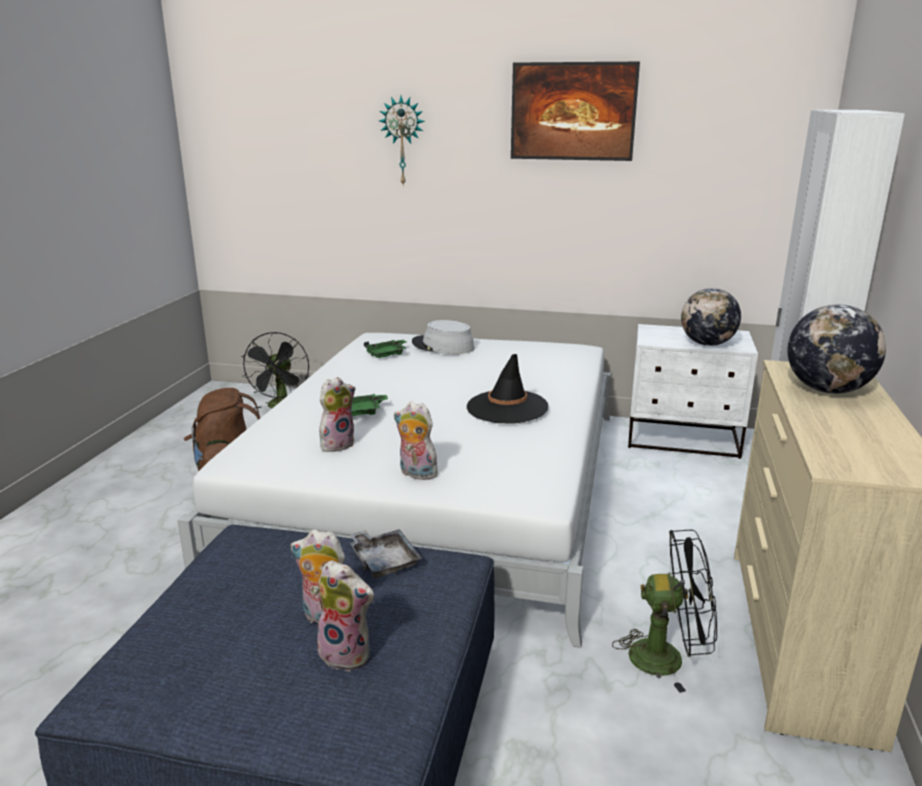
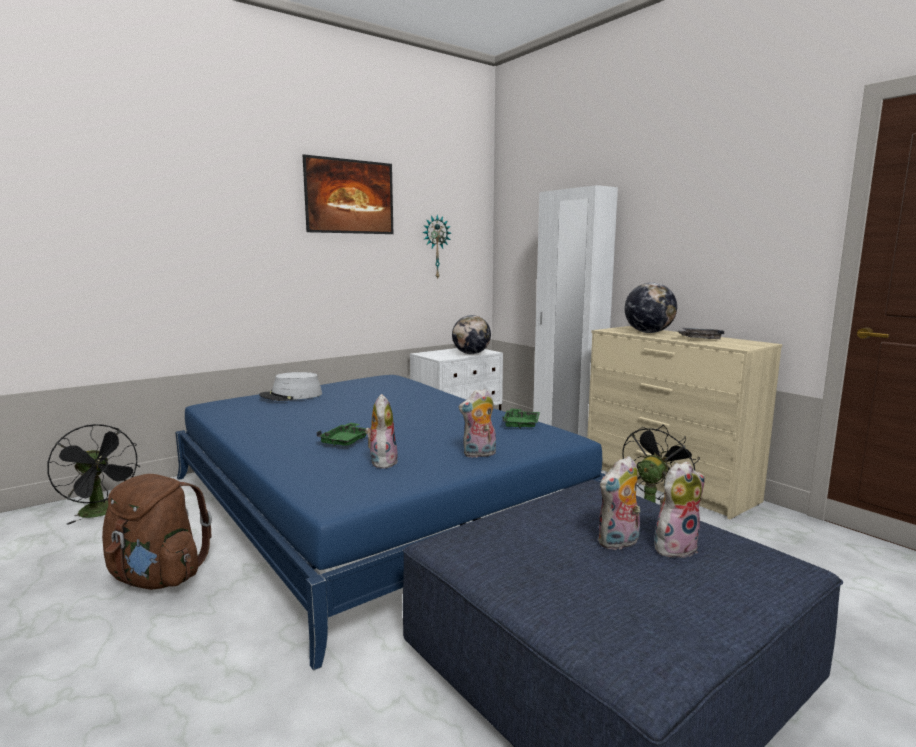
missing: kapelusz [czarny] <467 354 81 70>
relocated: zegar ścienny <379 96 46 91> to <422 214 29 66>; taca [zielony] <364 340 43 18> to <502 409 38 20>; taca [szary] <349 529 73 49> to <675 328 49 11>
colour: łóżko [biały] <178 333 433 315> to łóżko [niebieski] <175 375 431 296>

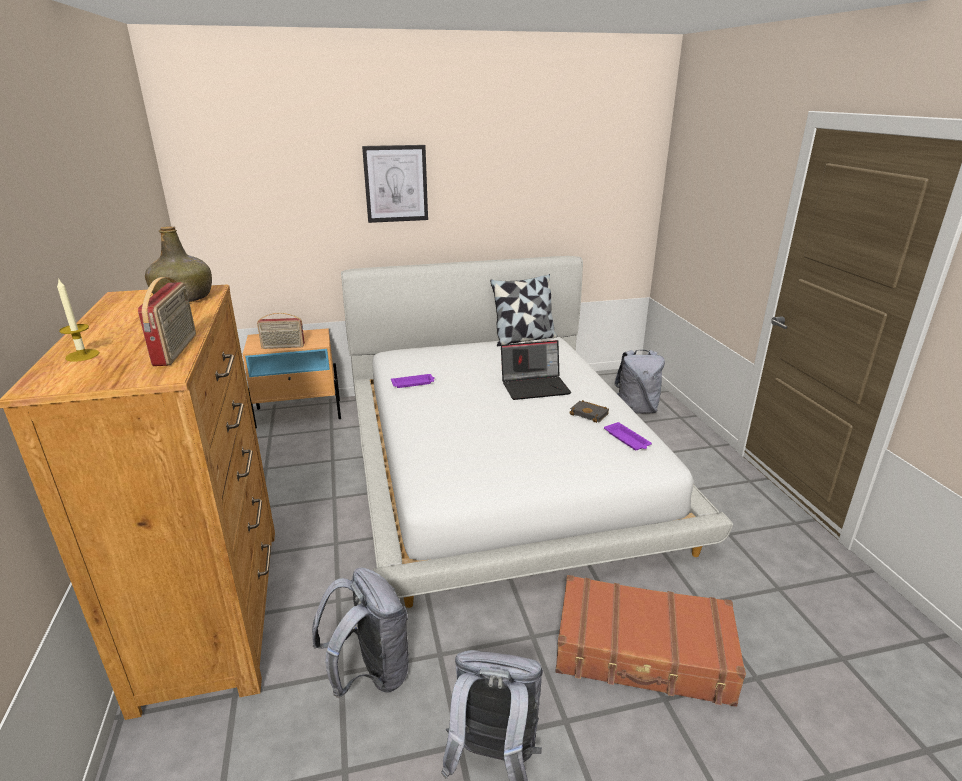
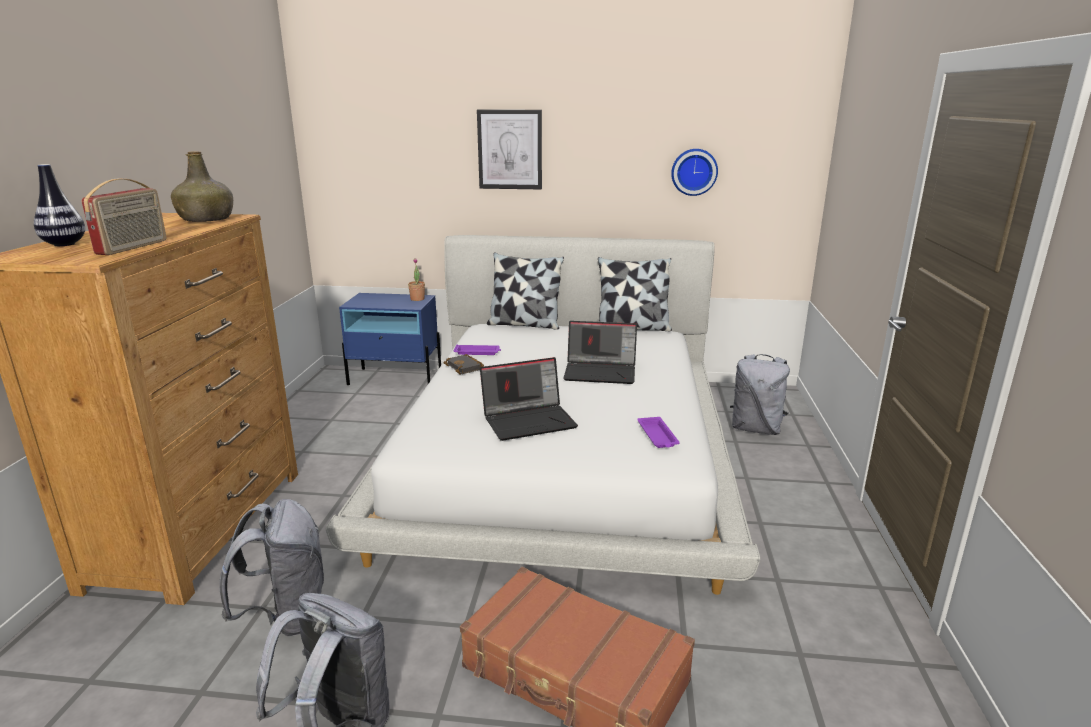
missing: radio <257 313 48 36>
appeared: zegar ścienny <671 149 47 47>; poduszka <487 252 77 78>; roślina doniczkowa <408 258 17 43>; laptop <480 357 98 84>
relocated: książka [czarny] <569 400 40 23> to <443 354 41 20>
exchanged: świeca <57 278 43 84> to wazon <34 164 51 82>
colour: szafka nocna [beżowy] <243 328 98 100> to szafka nocna [niebieski] <339 293 102 92>

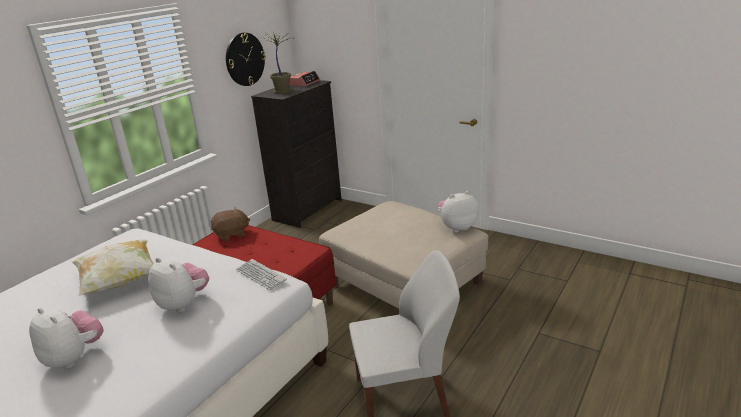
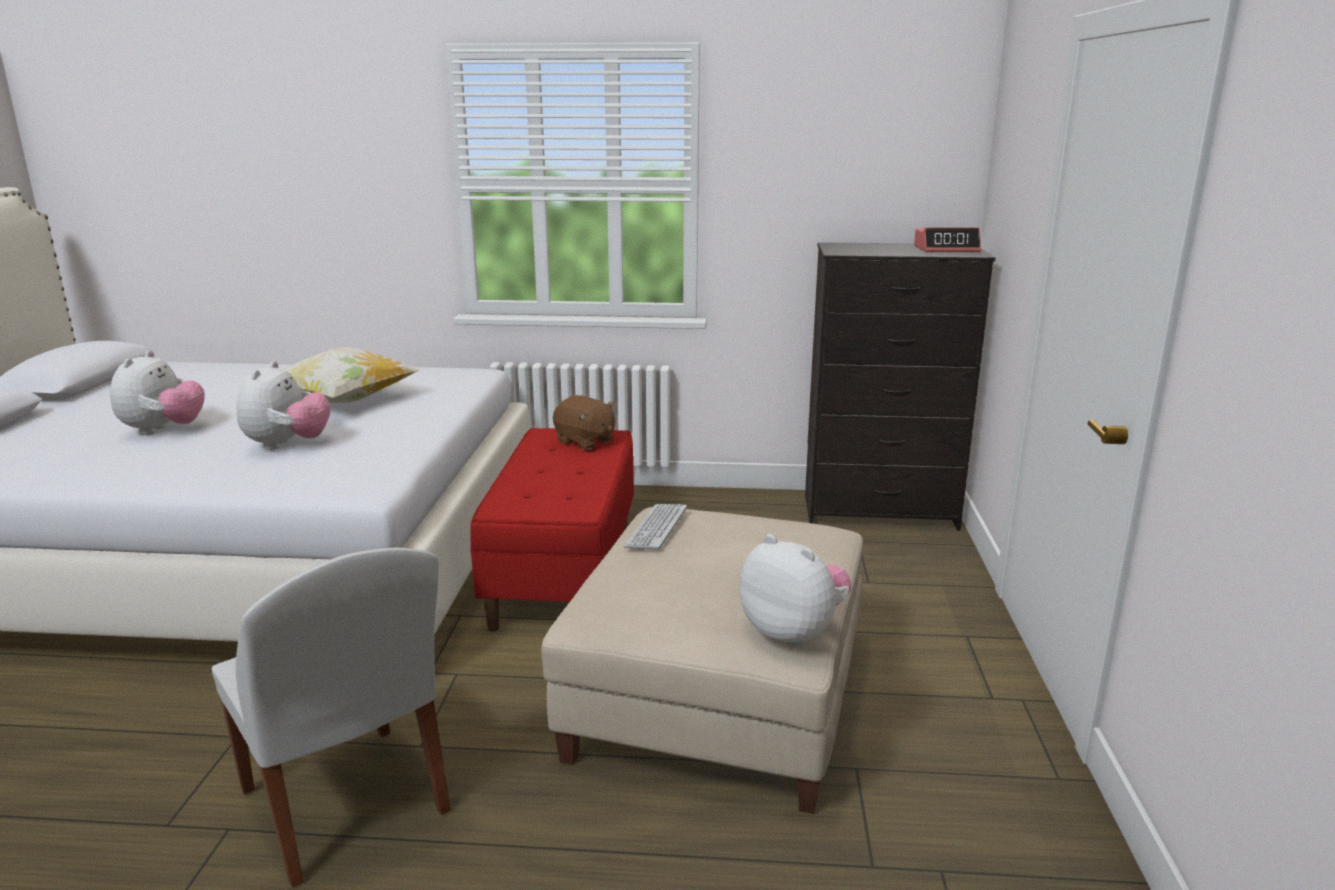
missing: roślina doniczkowa <261 31 31 63>; zegar ścienny <226 33 40 53>
relocated: klawiatura <236 259 51 31> to <623 504 64 46>

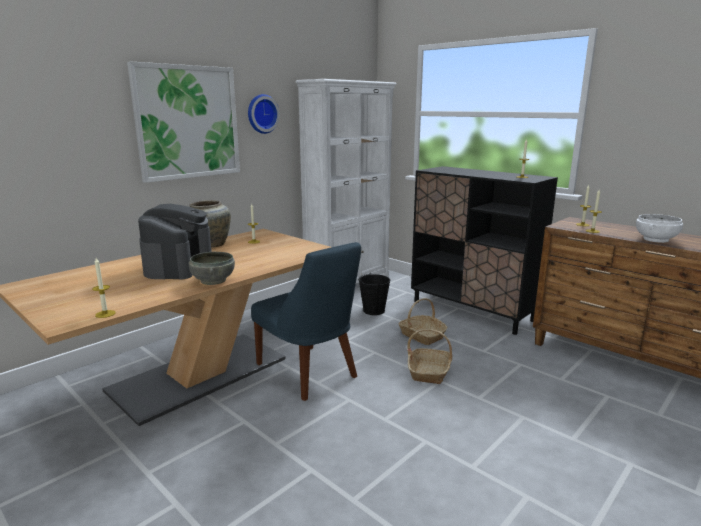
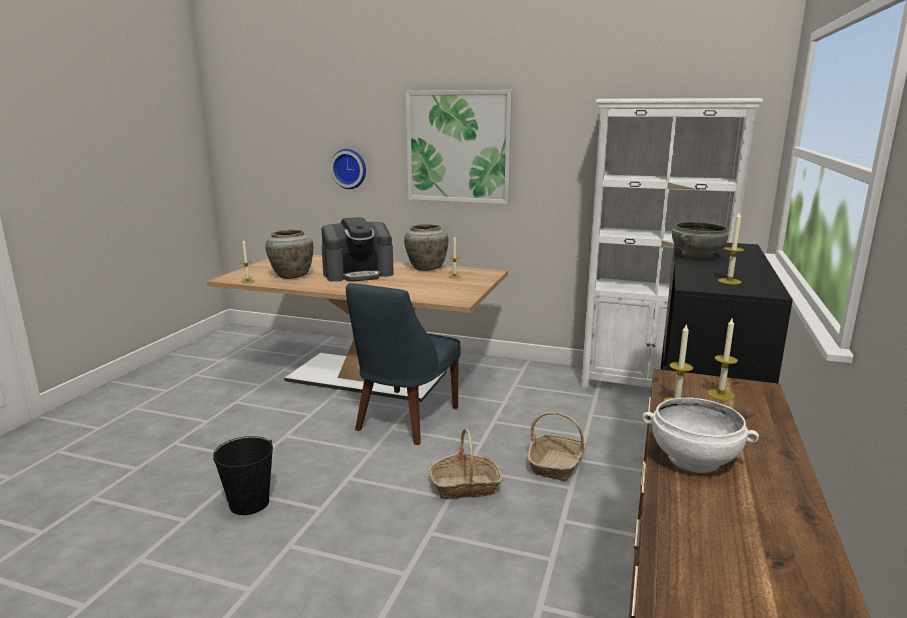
appeared: wazon [beżowy] <265 230 48 49>
relocated: zegar ścienny <248 94 32 40> to <330 149 36 40>; miska [szary] <189 252 46 33> to <672 222 57 37>; wiadro [czarny] <358 274 32 41> to <213 436 60 79>

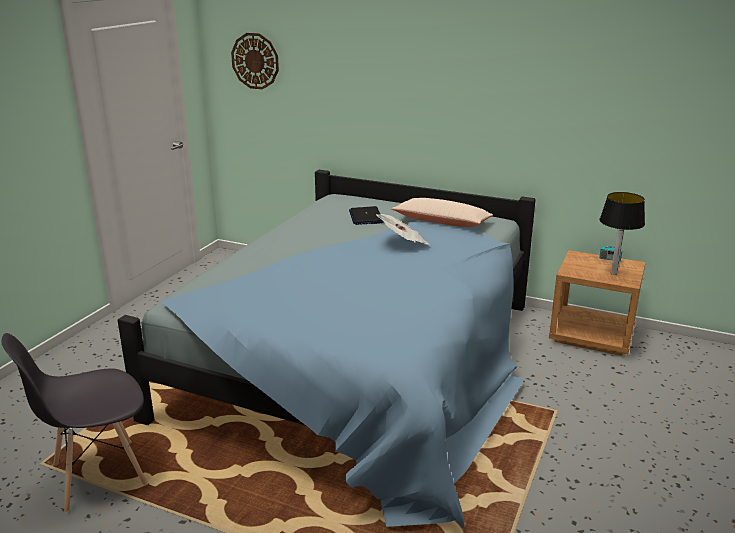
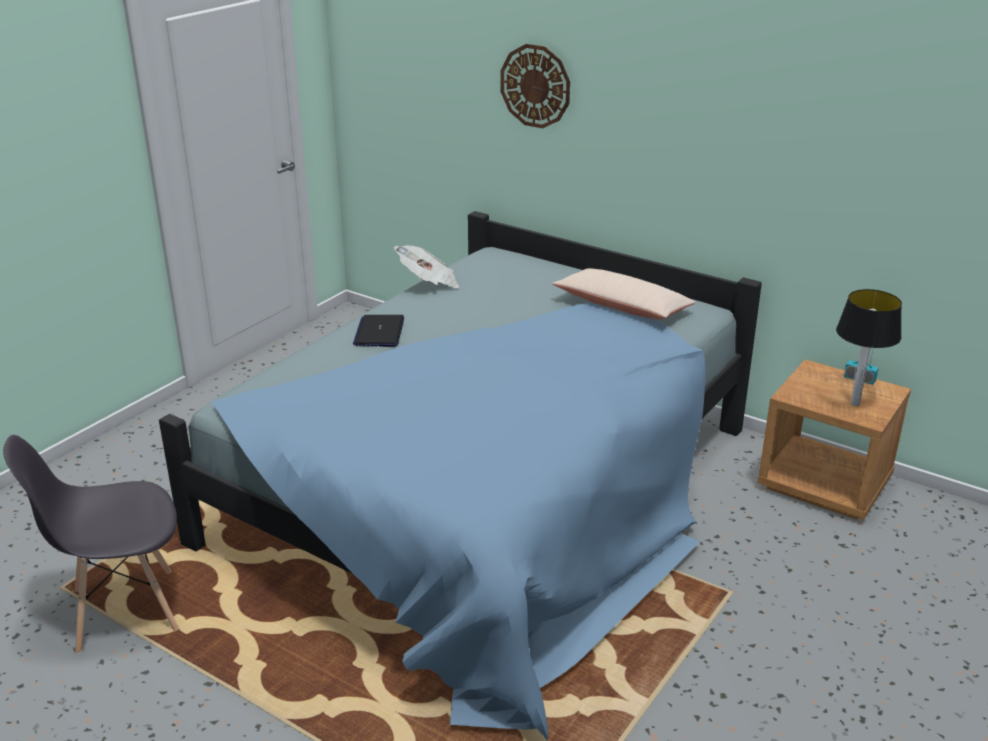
relocated: zegar ścienny <231 33 48 56> to <500 44 70 84>; laptop <349 206 34 19> to <353 315 51 32>; gazeta <376 214 54 31> to <394 245 65 43>

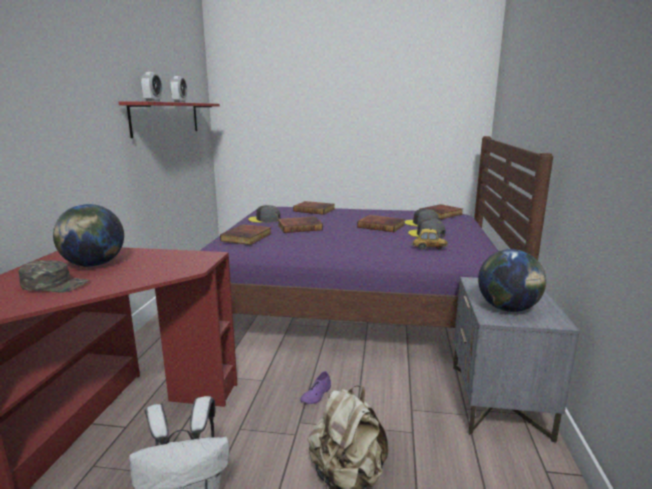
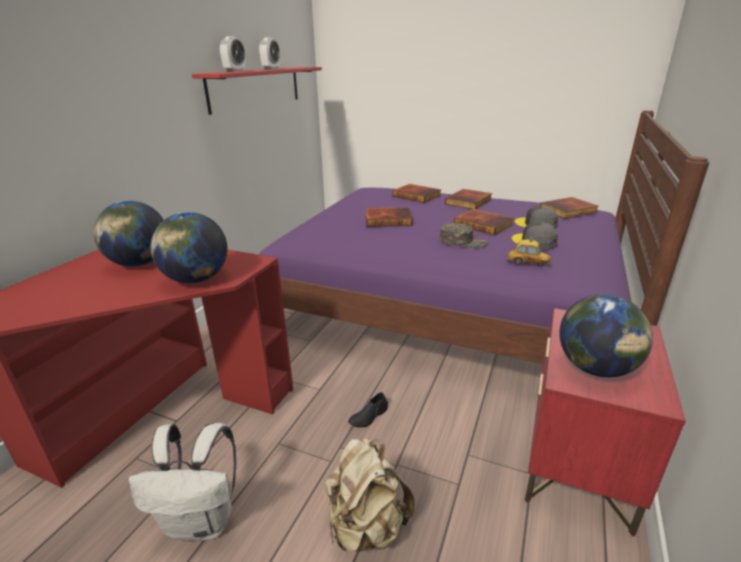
missing: czapka z daszkiem [szary] <248 205 33 17>
appeared: globus <150 212 77 71>
relocated: książka <220 224 52 21> to <445 189 47 20>; czapka z daszkiem [zielony] <18 260 72 33> to <440 223 47 25>
colour: szafka nocna [szary] <453 277 127 166> to szafka nocna [czerwony] <525 308 161 229>; but [fioletowy] <300 371 31 33> to but [czarny] <348 392 40 35>

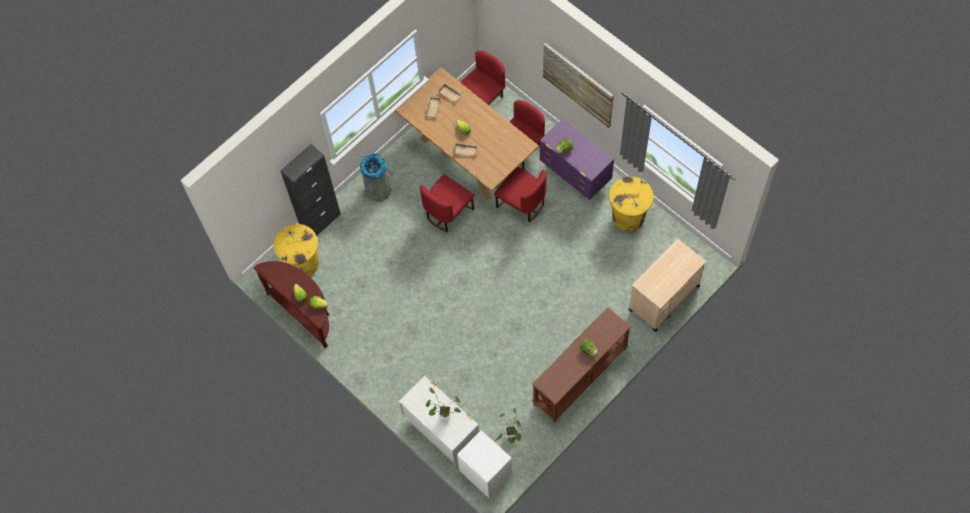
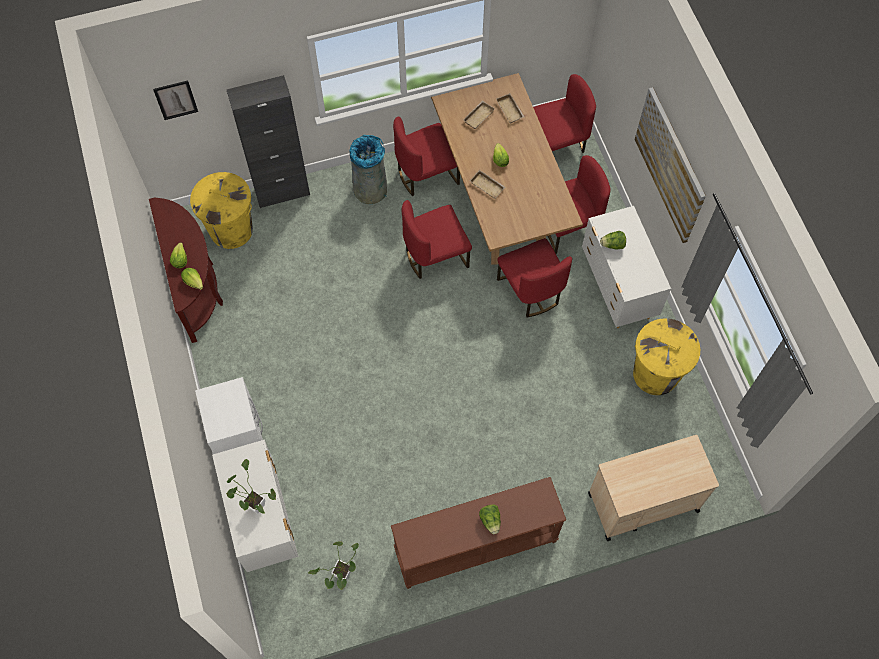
appeared: obraz <153 81 45 39>; krzesło [czerwony] <393 116 67 80>
relocated: szafka nocna [biały] <457 430 55 68> to <195 377 68 77>
colour: komoda [fioletowy] <540 119 74 81> to komoda [biały] <582 206 89 122>

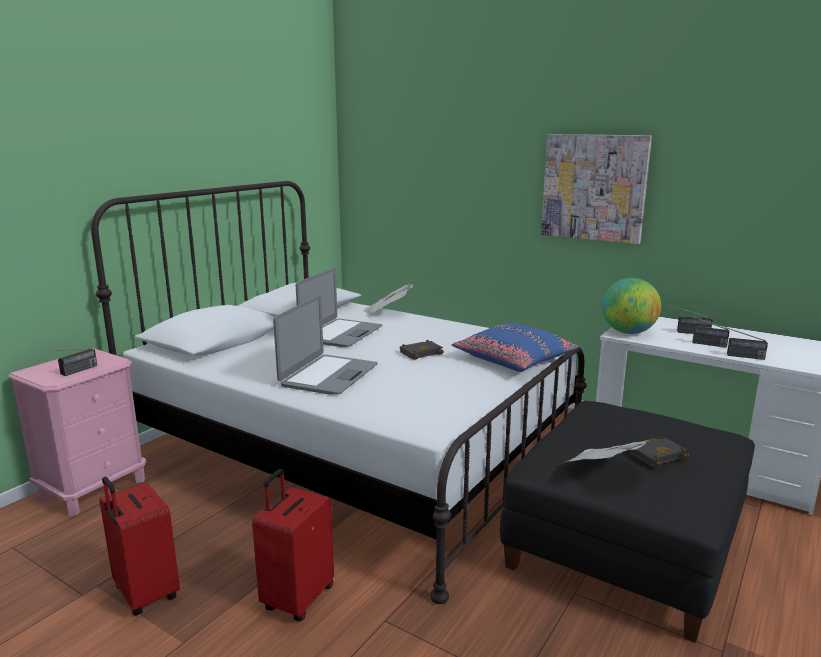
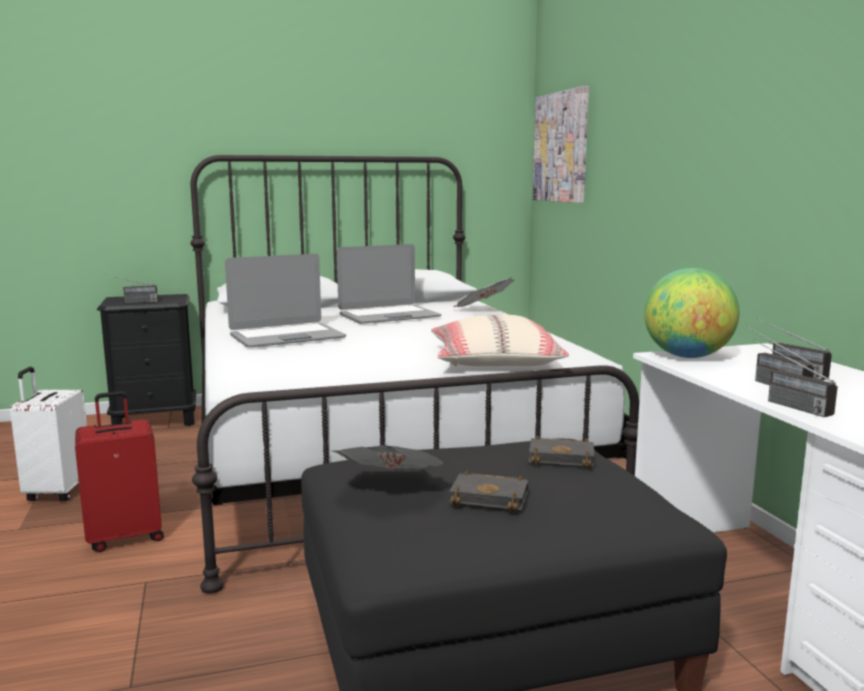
relocated: obraz <541 134 111 110> to <533 86 56 117>; książka [czarny] <399 340 45 20> to <529 436 65 32>
colour: poduszka [niebieski] <452 323 126 49> to poduszka [beżowy] <431 315 138 52>; szafka nocna [różowy] <8 348 138 168> to szafka nocna [czarny] <97 294 99 132>; walizka [czerwony] <99 477 81 139> to walizka [biały] <10 367 77 134>

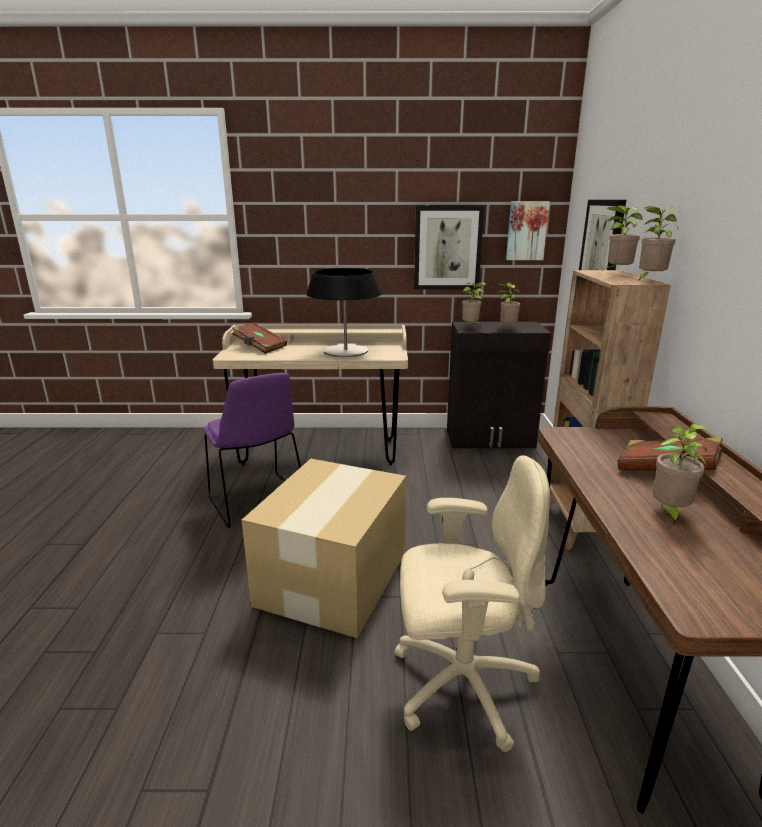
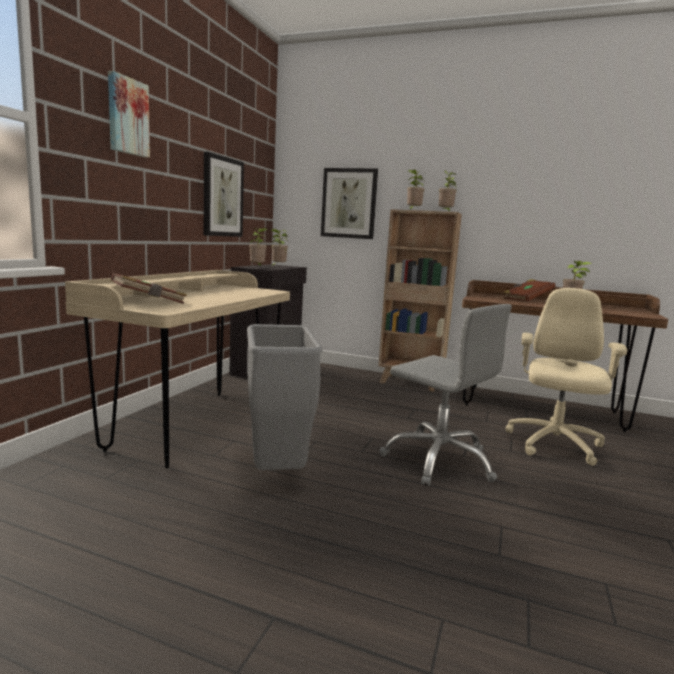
missing: lampa stołowa <307 268 75 89>
relocated: obraz <506 201 44 59> to <108 71 42 86>
exchanged: krzesło [fioletowy] <204 373 97 155> to kosz na śmieci [szary] <247 324 75 146>; karton <242 459 164 179> to krzesło biurowe [szary] <380 304 132 182>

